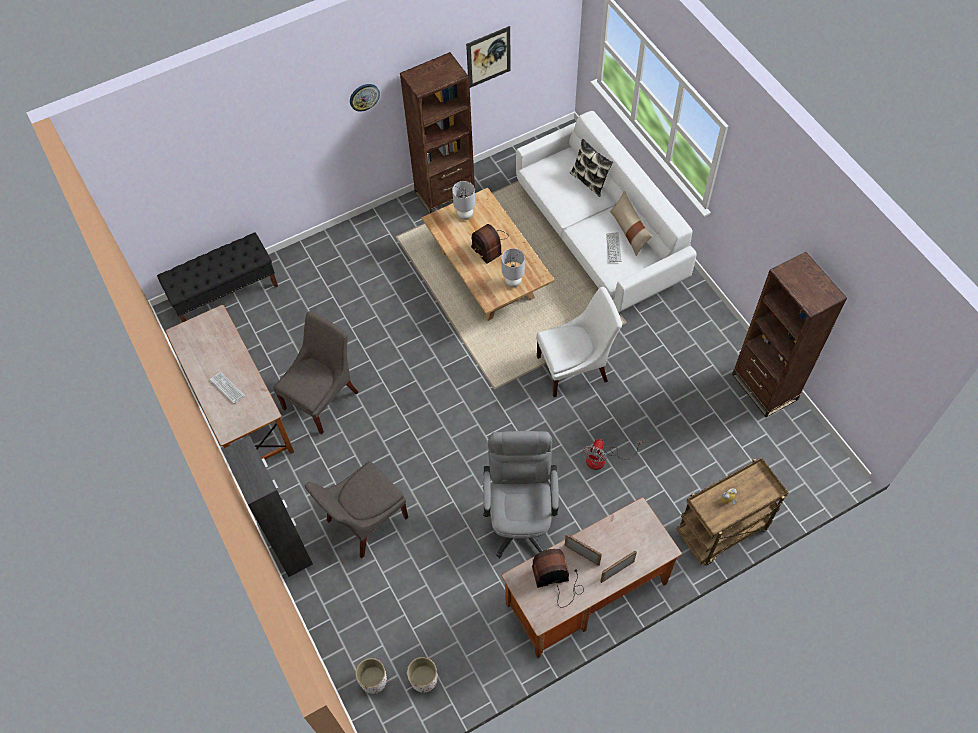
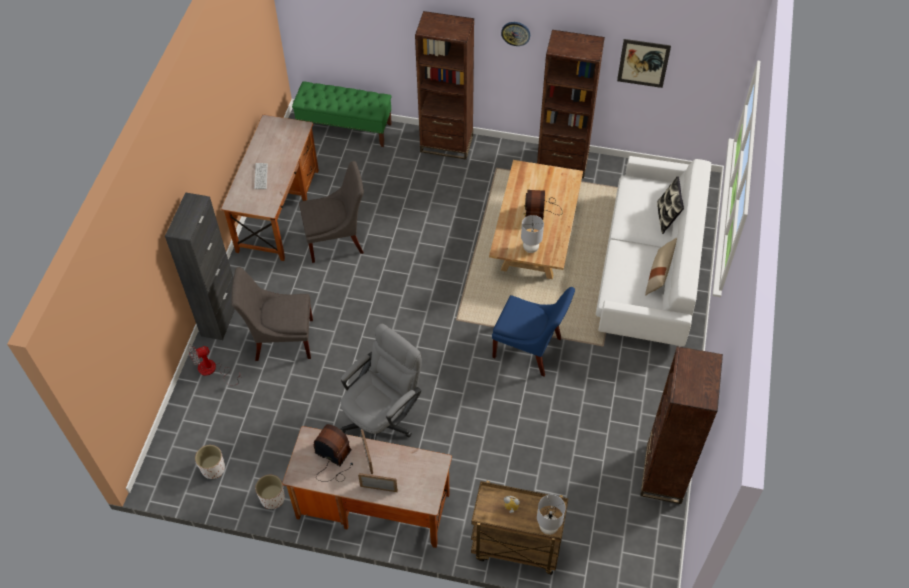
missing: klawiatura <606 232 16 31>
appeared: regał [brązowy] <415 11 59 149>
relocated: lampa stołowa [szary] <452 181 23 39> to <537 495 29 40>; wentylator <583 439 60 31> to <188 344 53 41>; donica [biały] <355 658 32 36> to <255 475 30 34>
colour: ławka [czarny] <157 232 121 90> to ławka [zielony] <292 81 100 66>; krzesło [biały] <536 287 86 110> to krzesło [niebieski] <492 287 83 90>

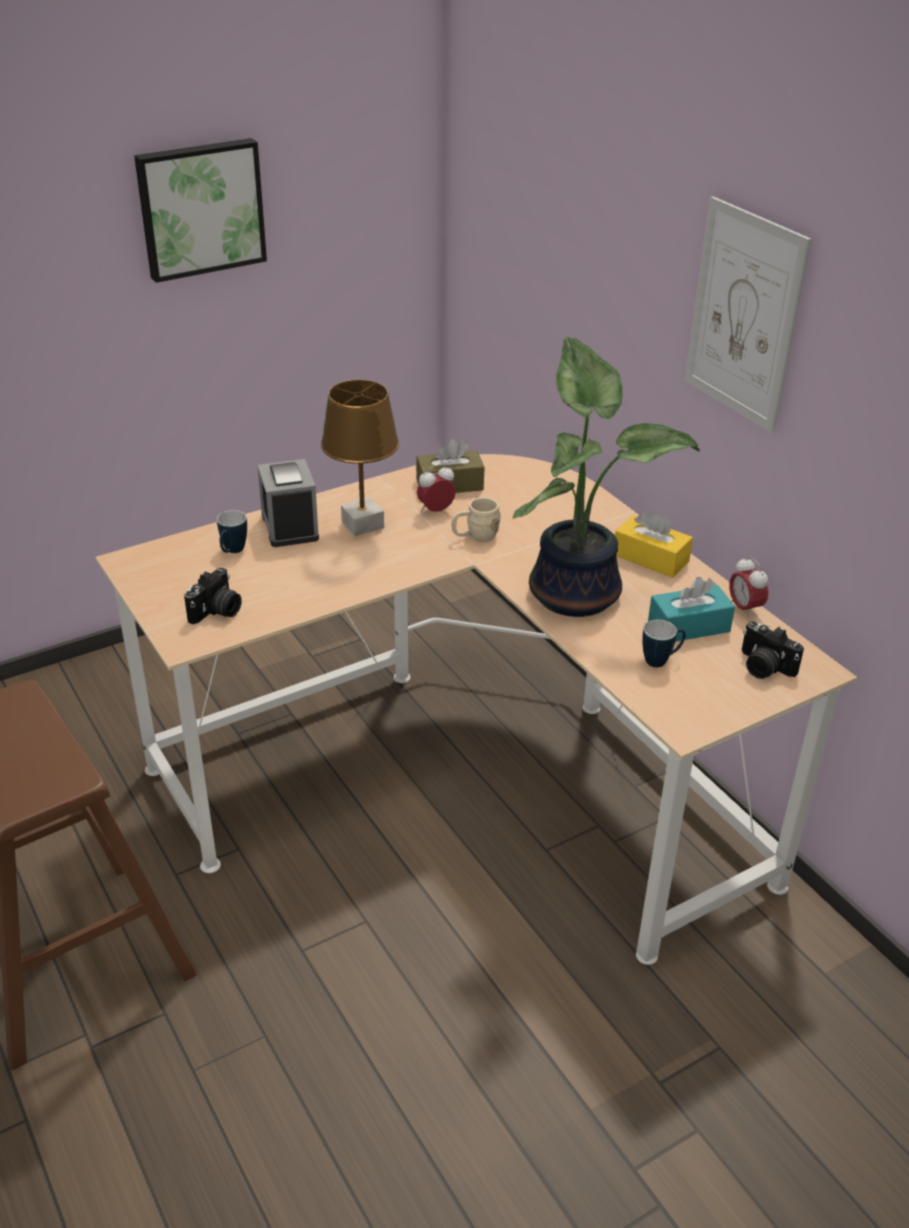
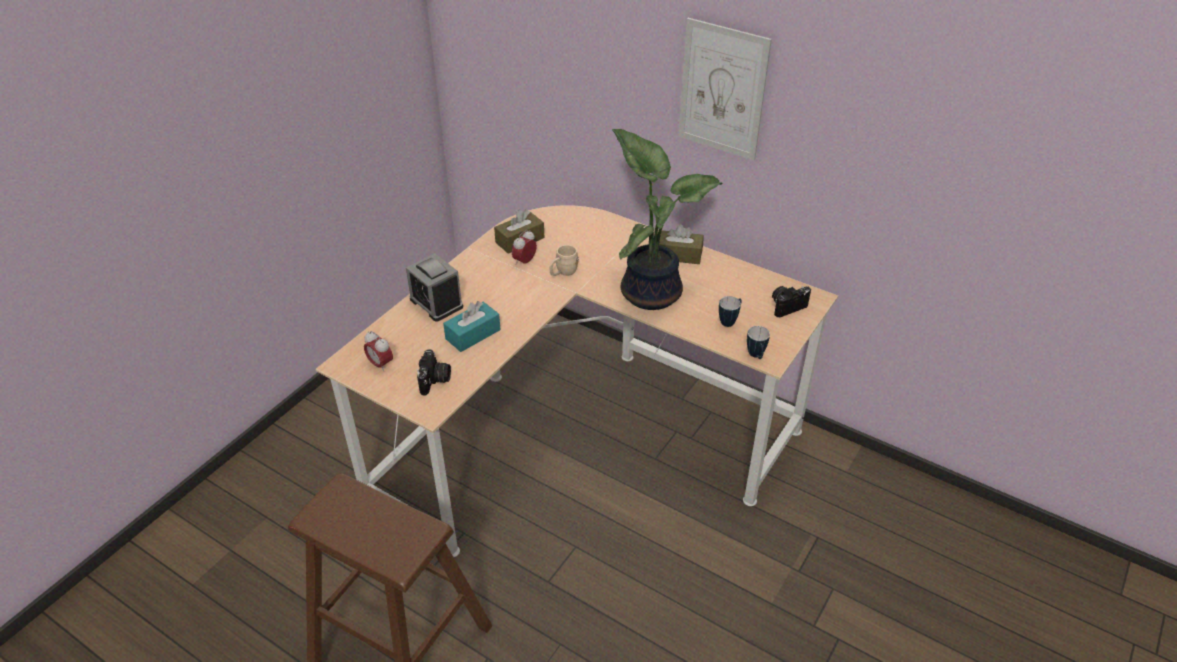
missing: obraz <134 138 133 145>; lampa stołowa [brązowy] <321 380 78 156>
relocated: kubek <217 510 30 43> to <747 326 23 33>; budzik <729 556 40 63> to <364 331 29 41>; pudełko chusteczek [turkusowy] <648 577 87 65> to <443 301 58 51>
colour: pudełko chusteczek [żółty] <615 510 78 68> to pudełko chusteczek [brązowy] <659 224 45 40>
spun: aparat fotograficzny <741 621 63 58> = <772 286 39 31> 135 degrees clockwise

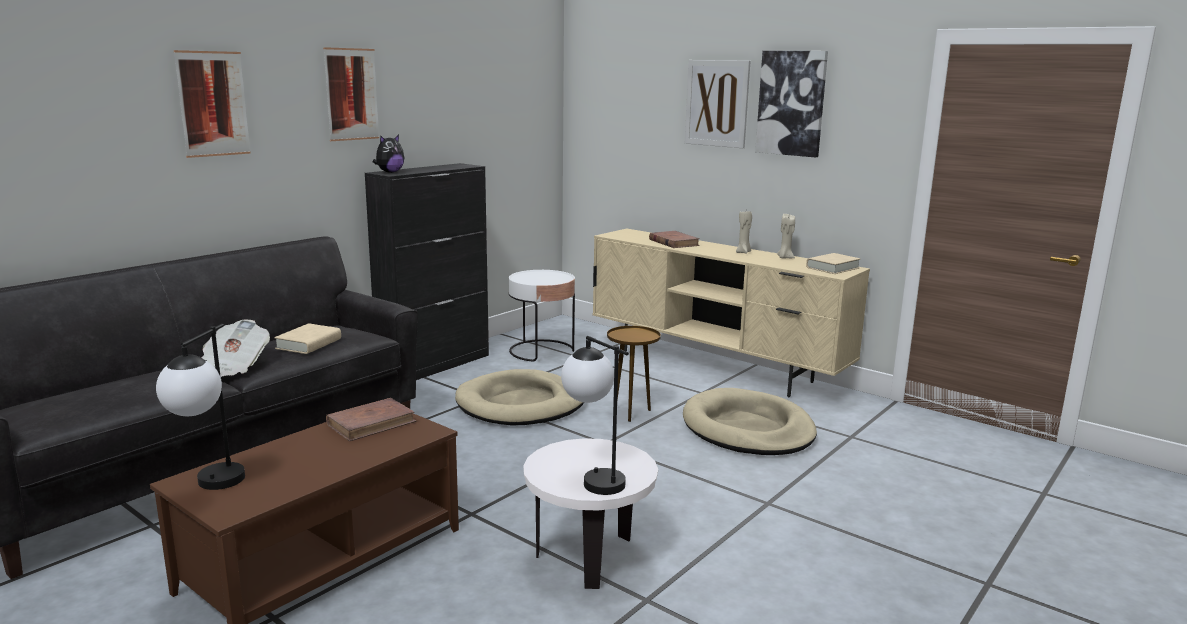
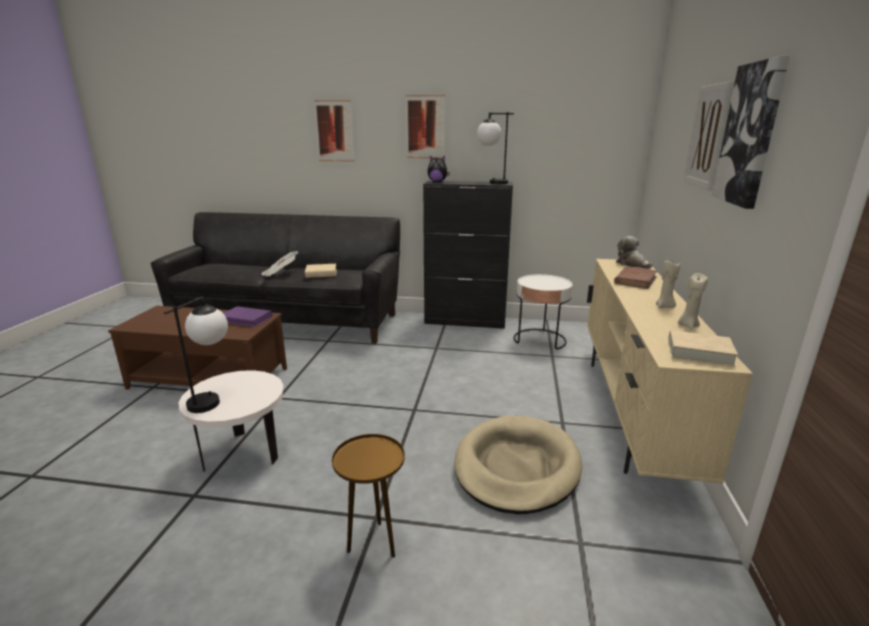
missing: legowisko [beżowy] <455 369 129 56>
appeared: pluszak <616 236 36 33>
relocated: lampa stołowa <156 324 89 166> to <477 112 37 72>; stolik [brązowy] <607 326 54 96> to <332 434 73 124>
colour: książka [brązowy] <326 398 91 44> to książka [fioletowy] <223 306 49 21>

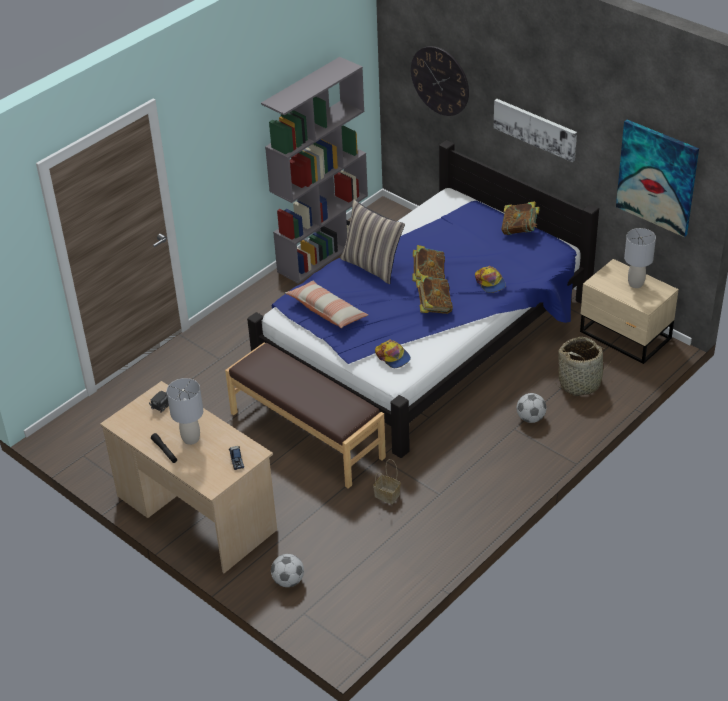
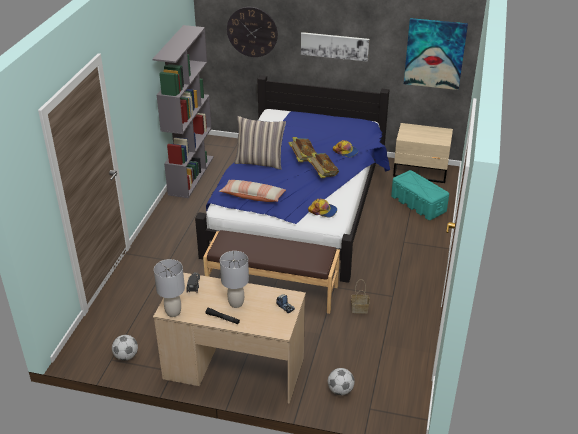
missing: książka <501 201 39 34>
relocated: lampa stołowa [szary] <624 228 32 60> to <154 259 31 58>; piłka futbolowa <517 393 30 30> to <112 335 26 26>
exchanged: koszyk <556 337 52 59> to pojemnik do przechowywania [turkusowy] <391 170 58 50>

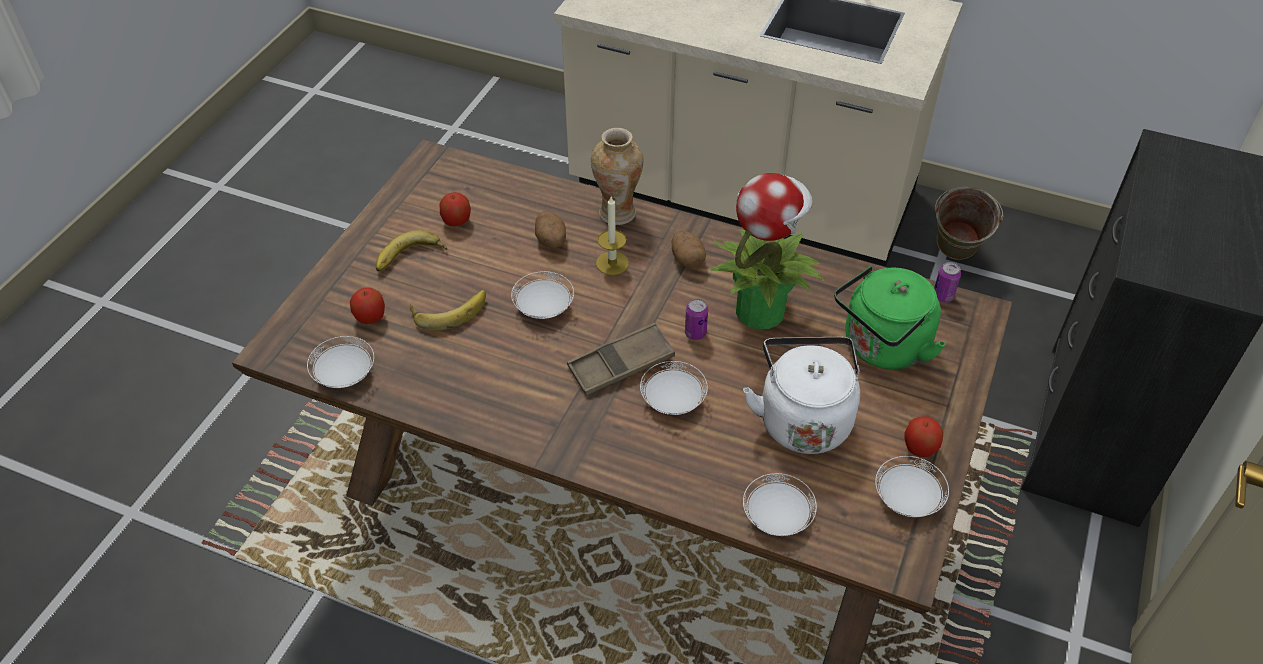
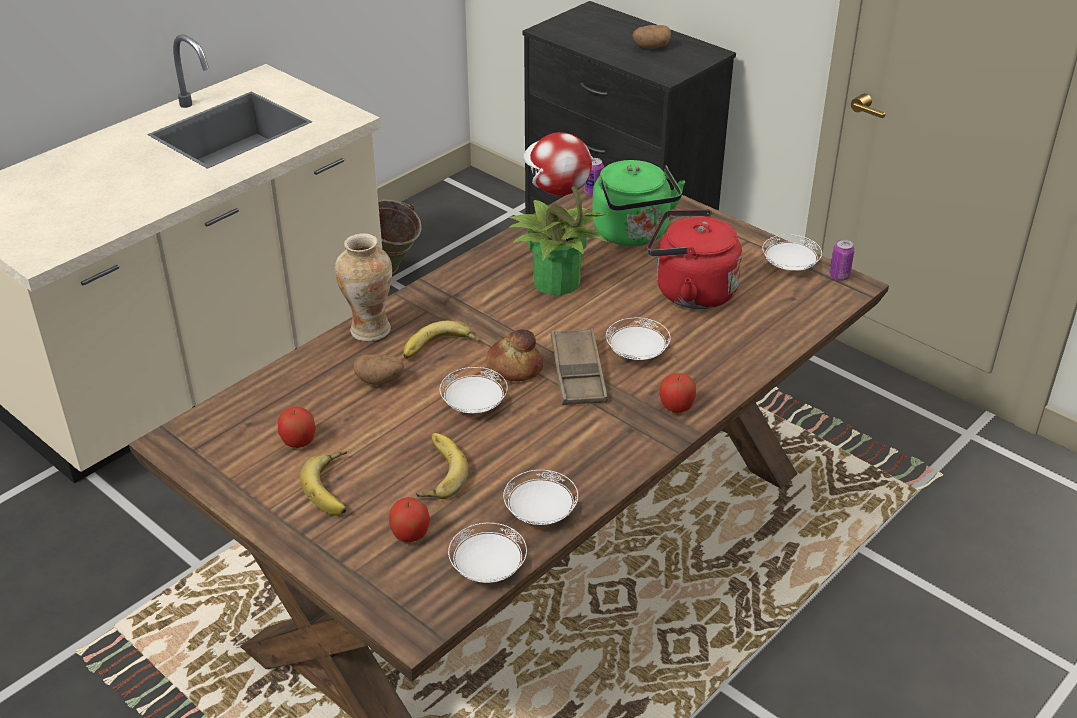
appeared: chleb <486 329 57 52>
relocated: ziemniak <672 230 34 38> to <633 25 38 24>; puszka <685 299 23 41> to <829 239 26 42>; jabłko <904 416 39 41> to <660 373 36 40>; talerz [biały] <743 473 74 63> to <503 470 75 55>
exchanged: świeca <596 197 33 78> to banan <403 321 76 38>
colour: czajnik [biały] <743 337 117 117> to czajnik [czerwony] <647 209 95 100>

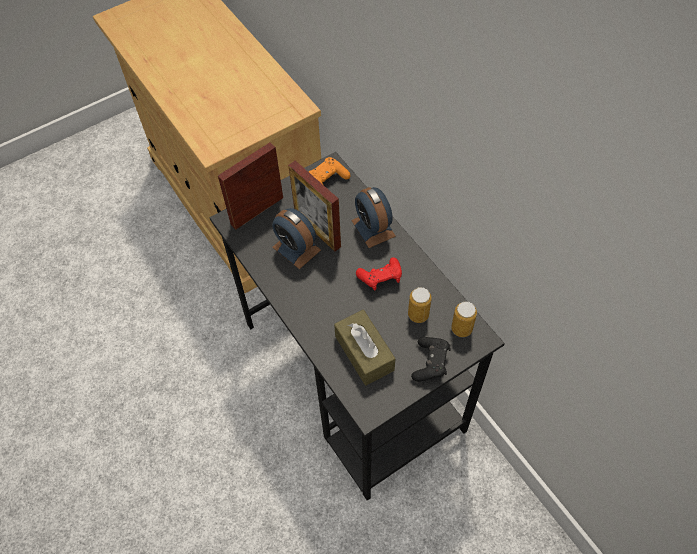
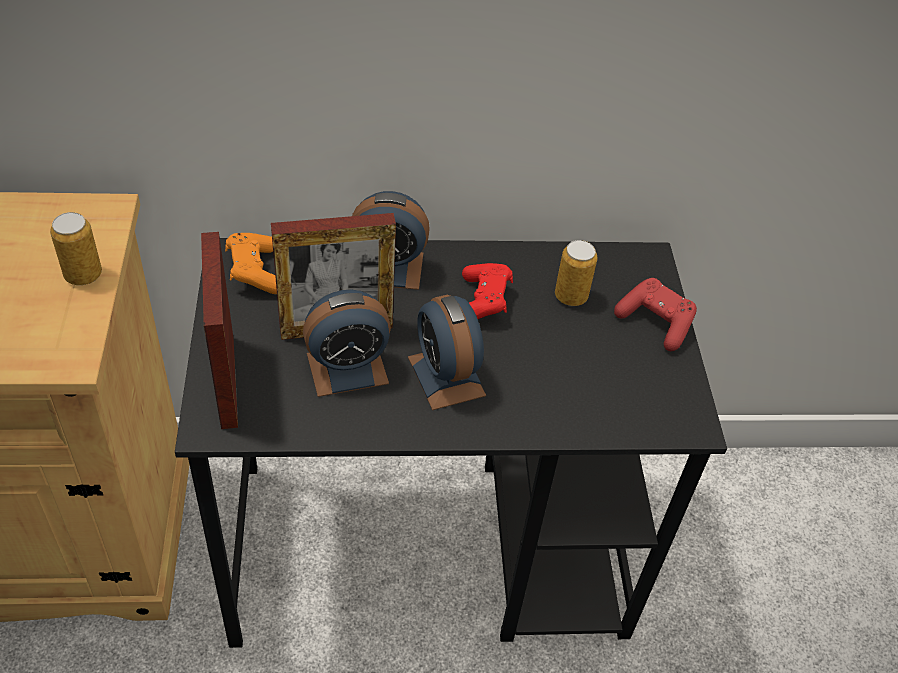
missing: pudełko chusteczek [brązowy] <334 310 62 76>
appeared: budzik <408 295 78 115>
relocated: puszka <451 301 26 36> to <50 212 52 73>
colour: pad do gier [czarny] <411 337 40 45> to pad do gier [czerwony] <614 278 83 73>

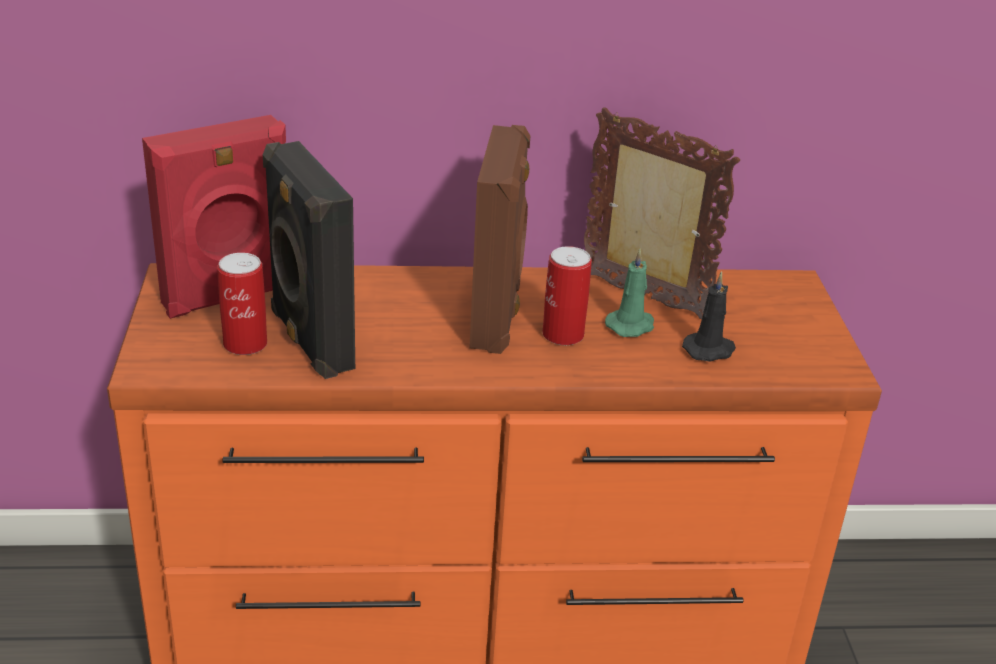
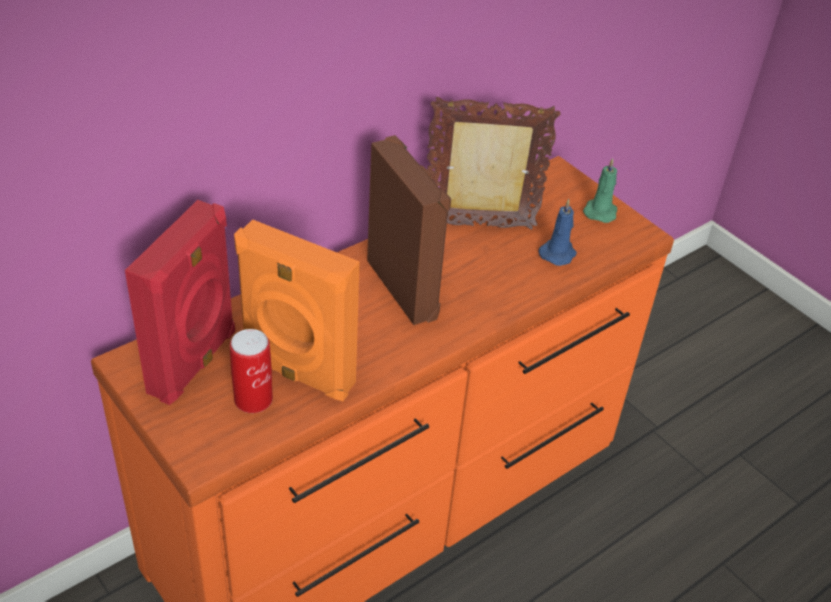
missing: puszka <542 246 50 99>
relocated: świeca [zielony] <605 249 49 88> to <583 158 34 65>
colour: głośnik [czarny] <263 141 92 238> to głośnik [pomarańczowy] <234 219 125 182>; świeca [czarny] <682 272 54 90> to świeca [niebieski] <539 199 38 67>

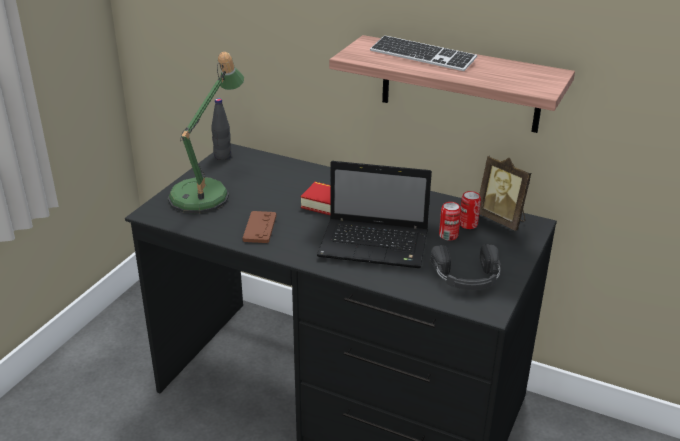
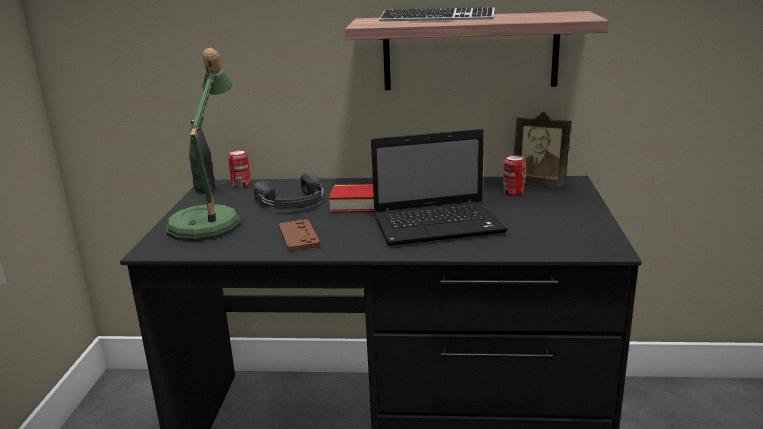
relocated: puszka <439 202 22 38> to <228 150 23 38>; słuchawki [czarny] <430 244 71 46> to <253 173 71 36>

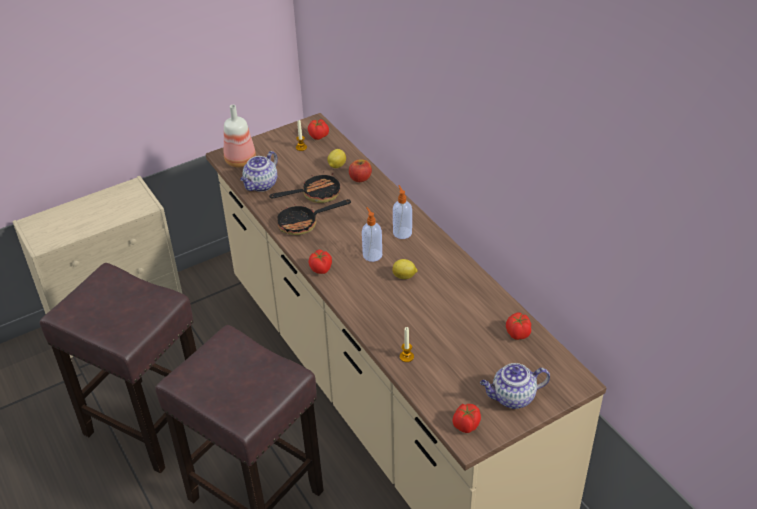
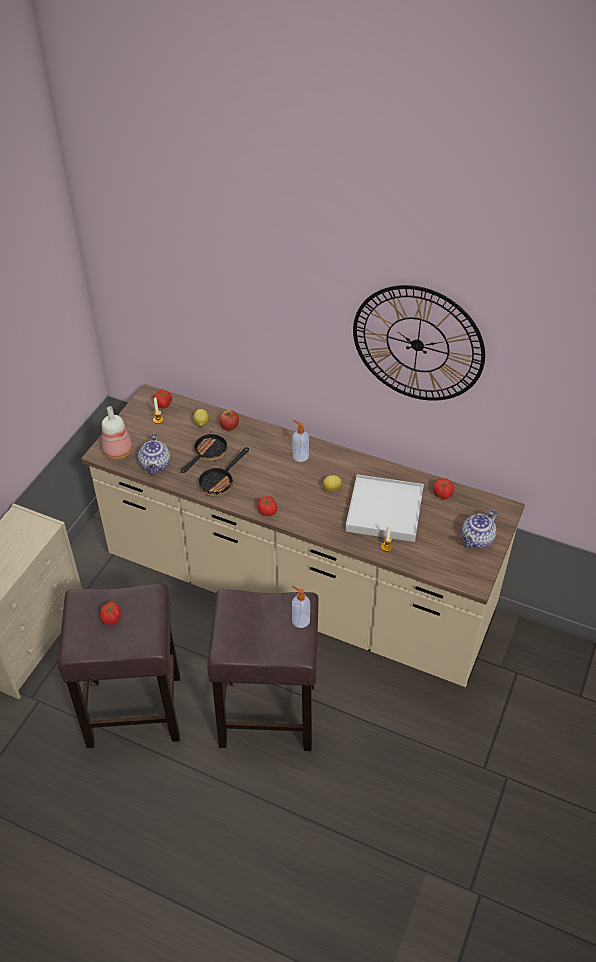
appeared: zegar ścienny <353 285 132 116>; taca [biały] <346 474 78 68>
relocated: dozownik mydła <362 207 20 55> to <292 586 18 42>; pomidor <452 404 29 29> to <100 602 21 23>

